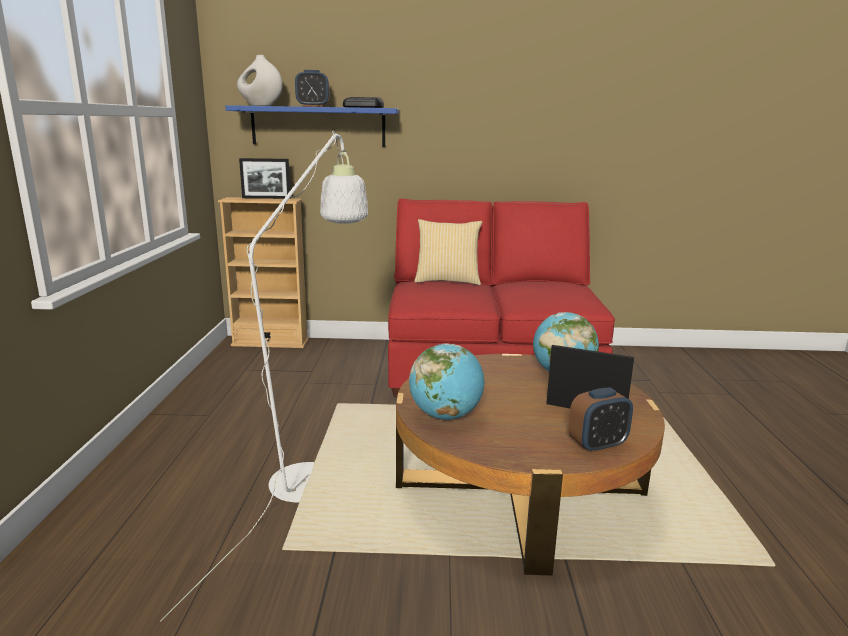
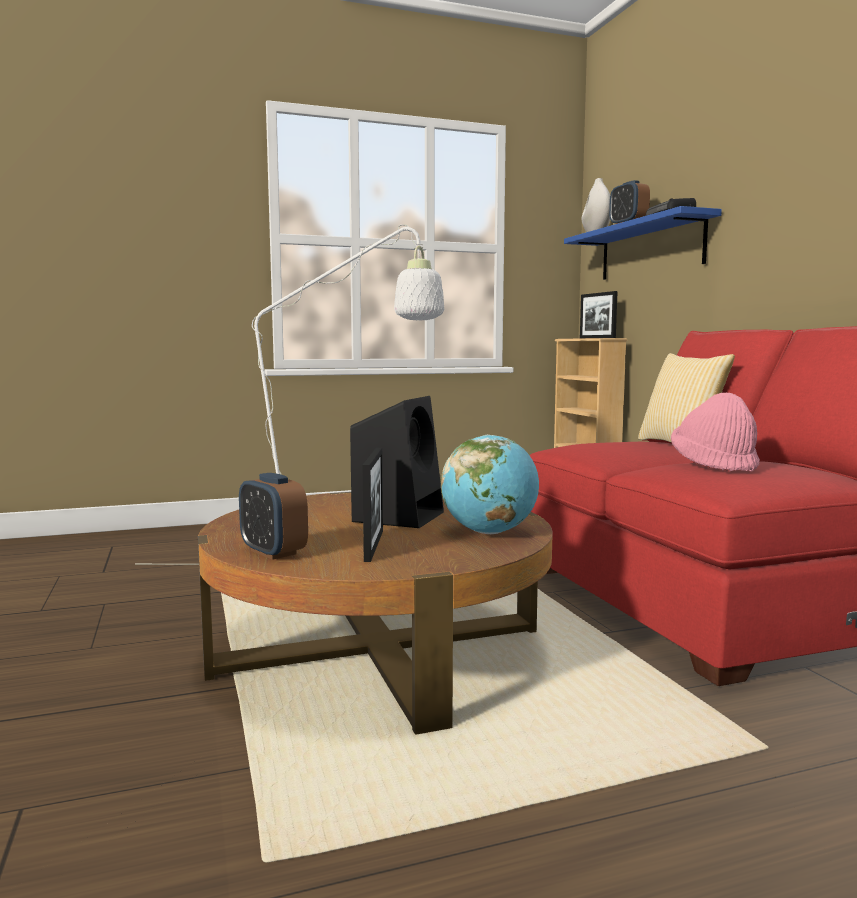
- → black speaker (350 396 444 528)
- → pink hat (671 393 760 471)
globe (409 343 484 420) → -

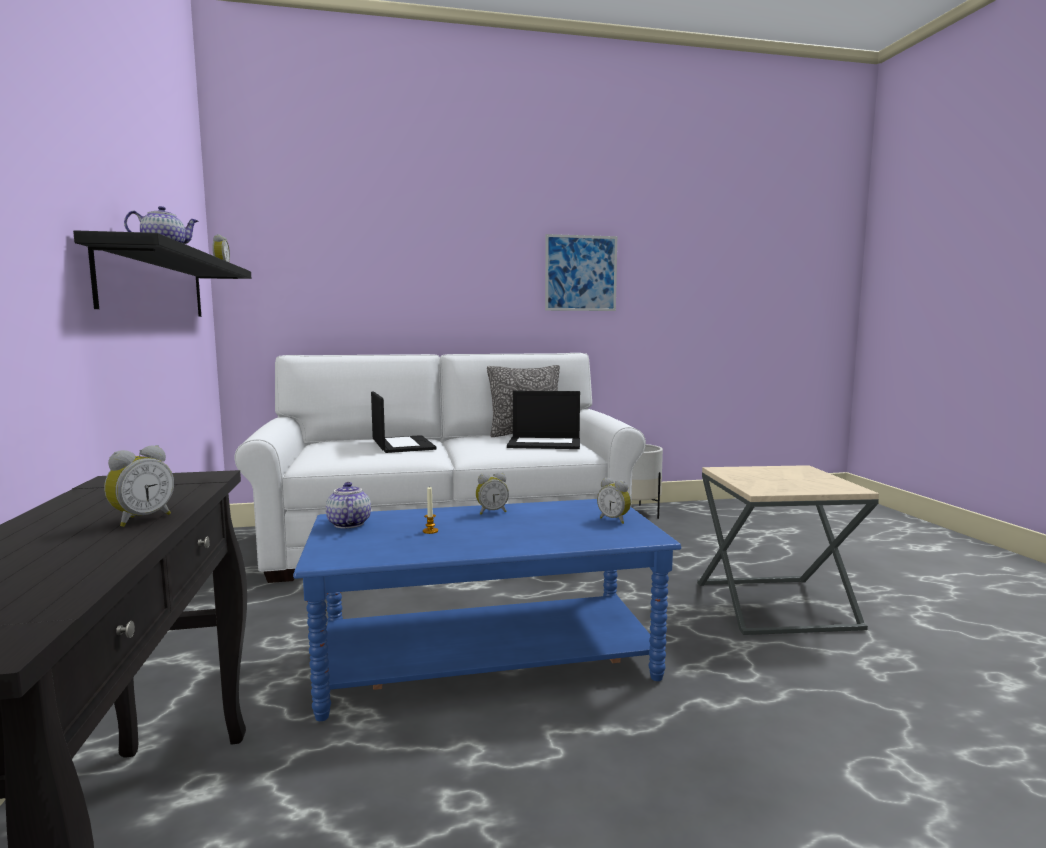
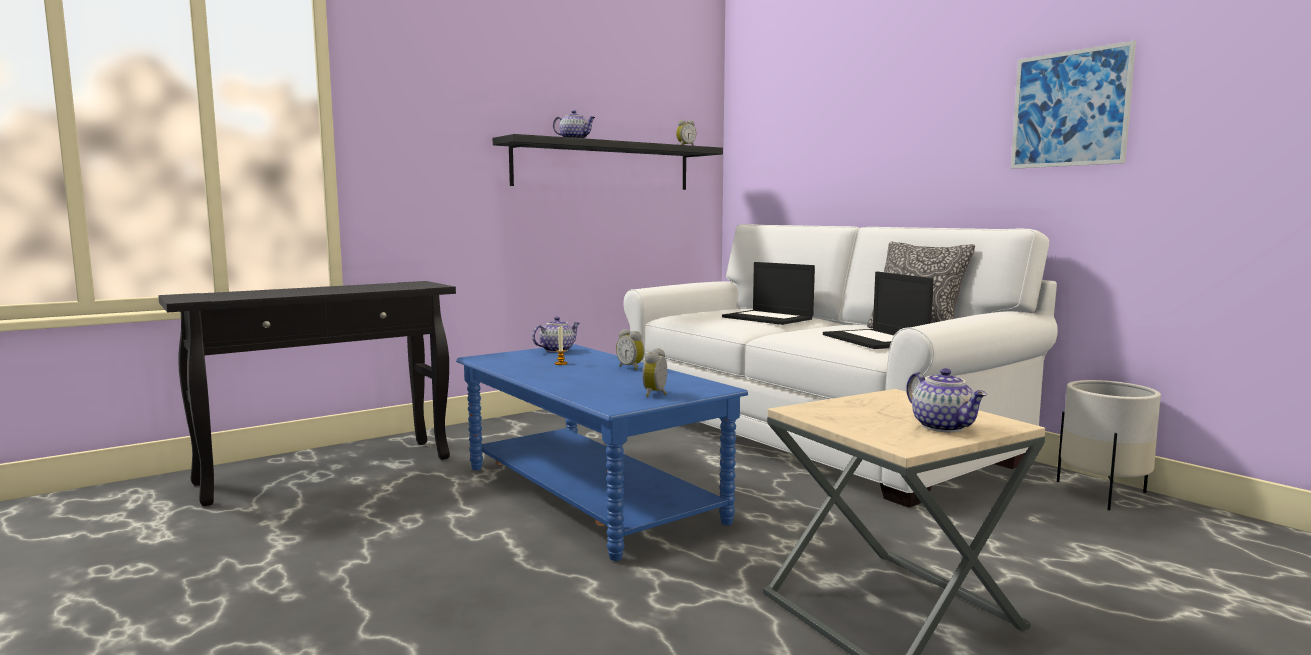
laptop (371 392 437 453) → laptop (722 262 815 325), 90 degrees clockwise
- → teapot (906 368 987 432)
alarm clock (104 445 174 527) → -

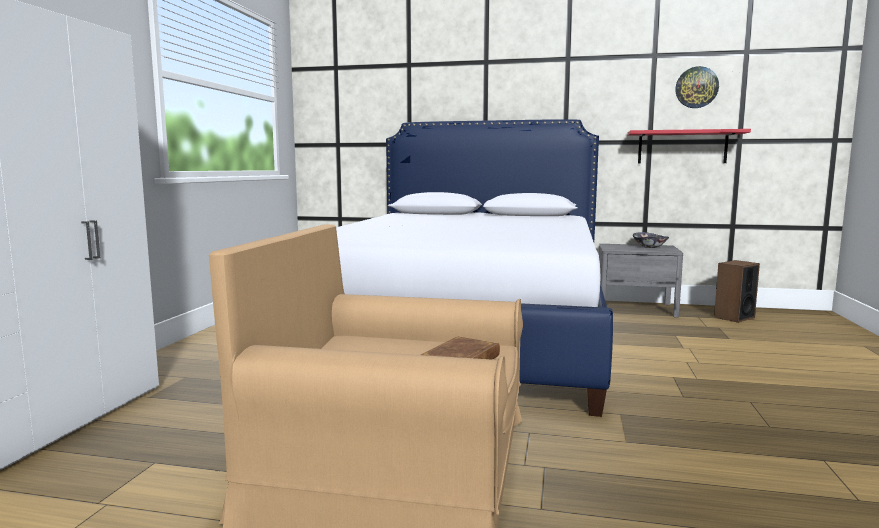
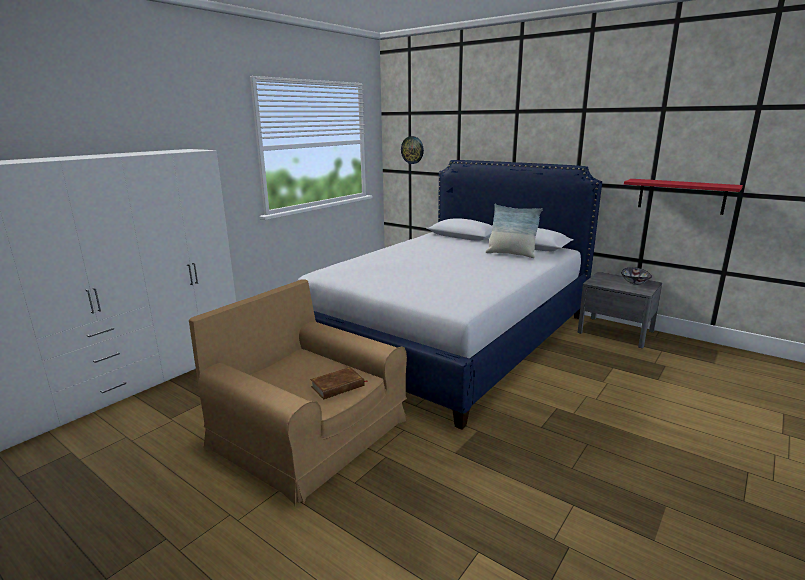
wall clock (675 66 719 108) → wall clock (401 136 424 164), moved
- → pillow (486 204 543 258)
speaker (714 260 760 323) → -

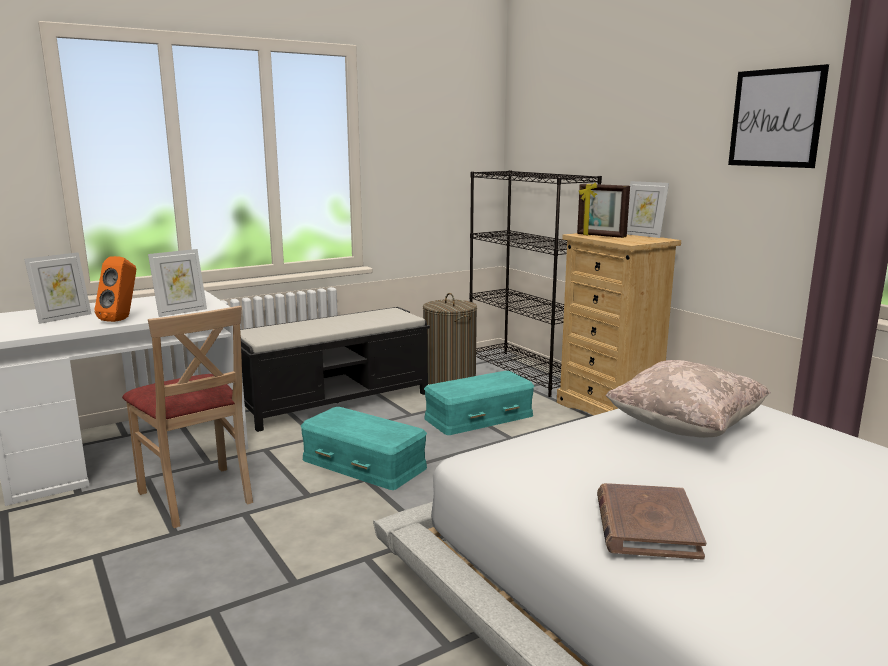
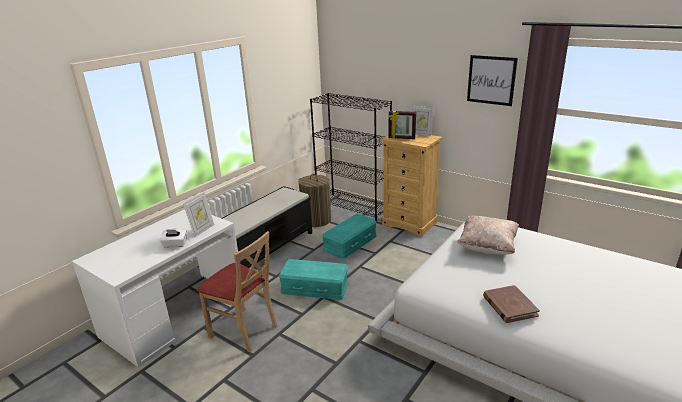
orange speaker (94 256 136 322) → white tissue box (160 229 187 248)
picture frame (24 252 91 324) → -

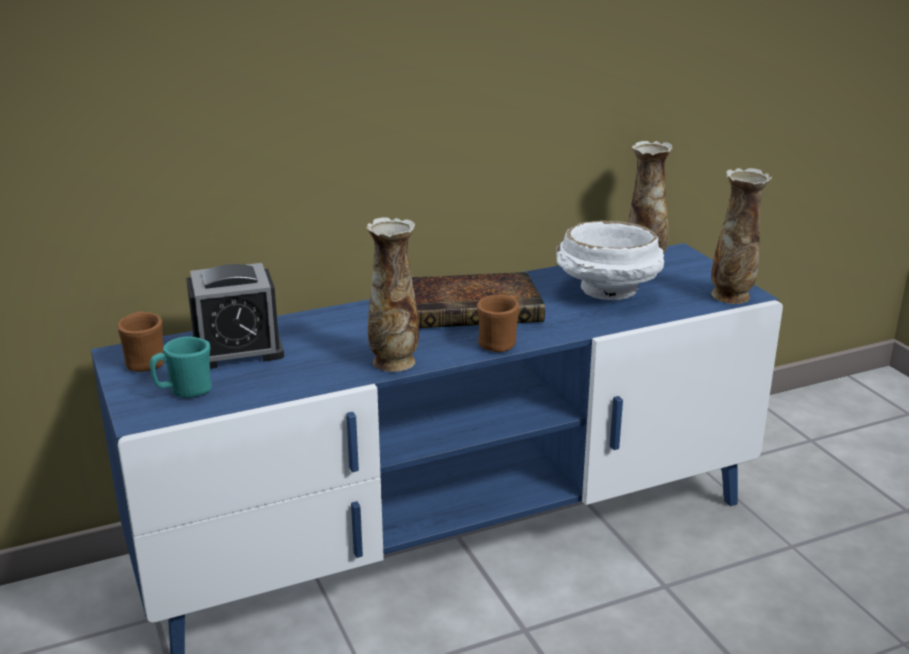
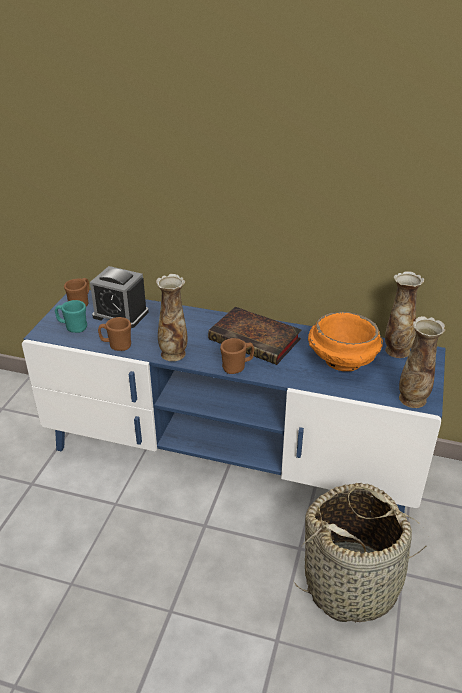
- → brown mug (98 317 131 351)
- → basket (294 483 429 622)
white bowl (556 220 664 300) → orange bowl (308 312 383 371)

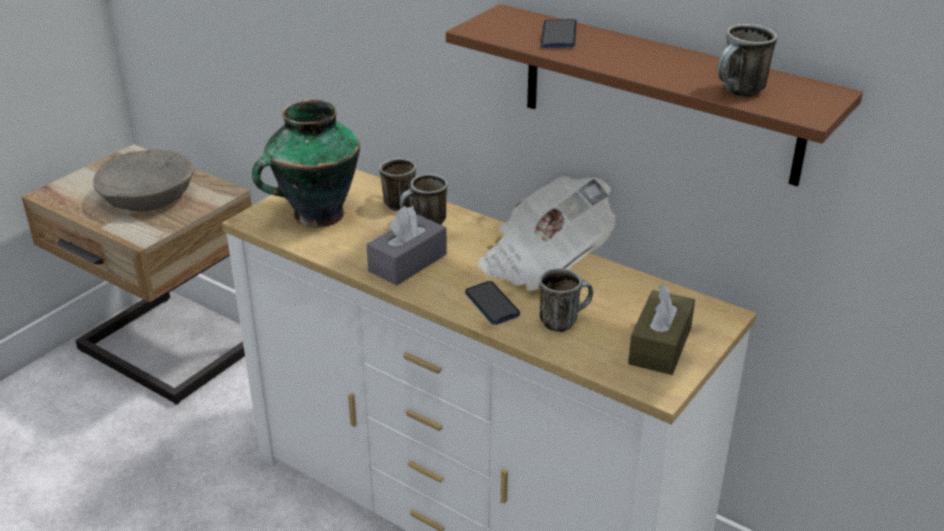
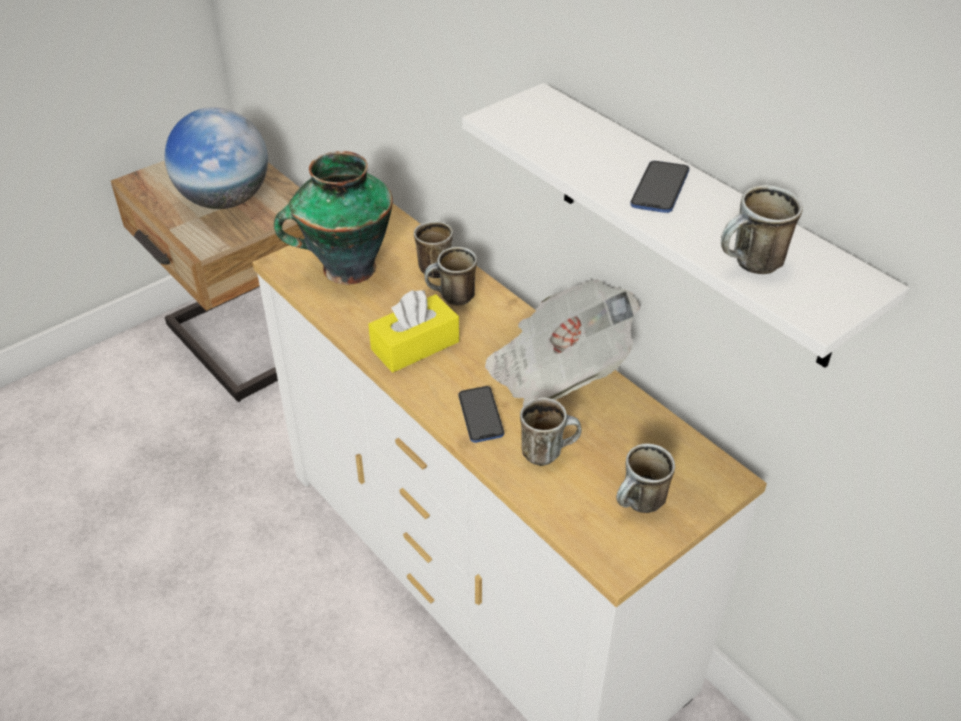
beige bowl (93 149 195 211) → globe (165 107 268 209)
grey tissue box (366 206 447 286) → yellow tissue box (368 290 459 373)
brown shelf (446 4 863 186) → white shelf (462 83 909 368)
brown tissue box (628 284 695 375) → mug (616 443 675 513)
phone (541 19 577 48) → phone (630 161 689 213), moved

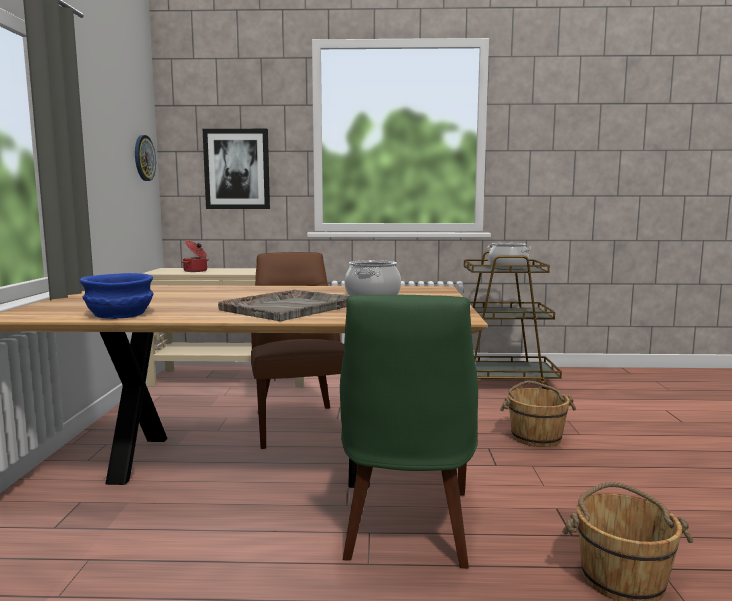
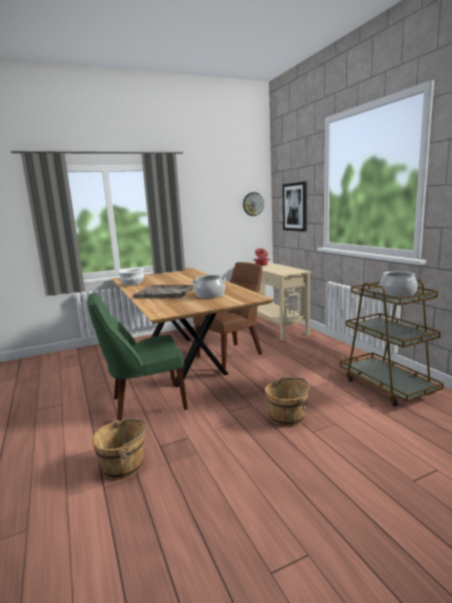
blue bowl (79 273 154 319) → white bowl (118 268 144 286)

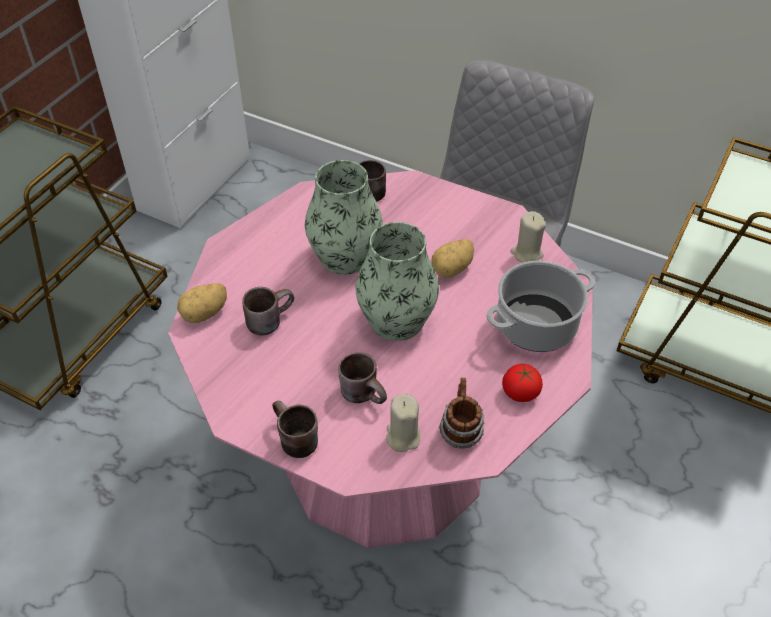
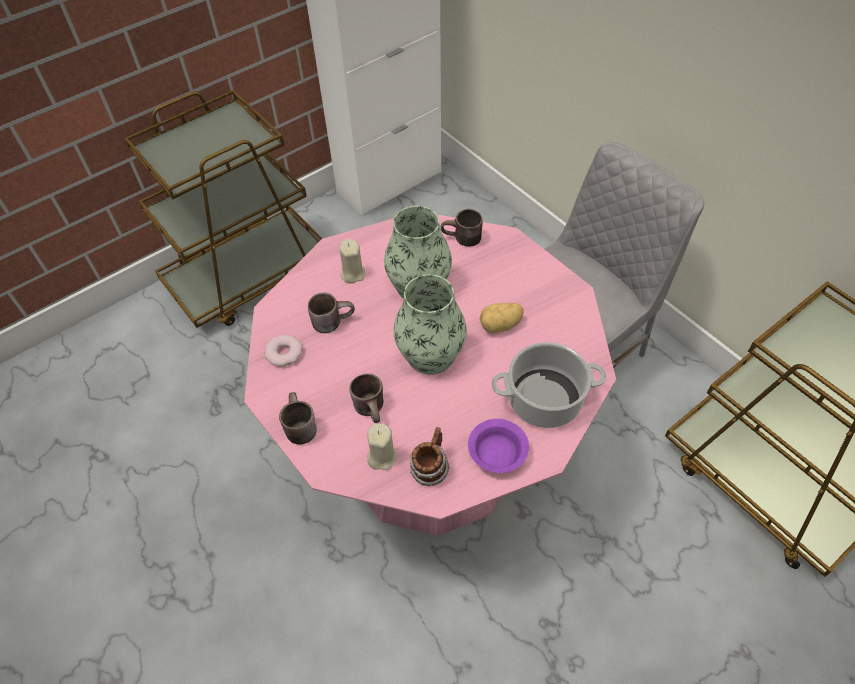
- → donut (264 335 303 367)
beige candle (510 211 546 263) → beige candle (339 239 365 284), moved
tomato (502 364 543 402) → purple bowl (468 419 529 473)
potato (177 283 227 323) → -

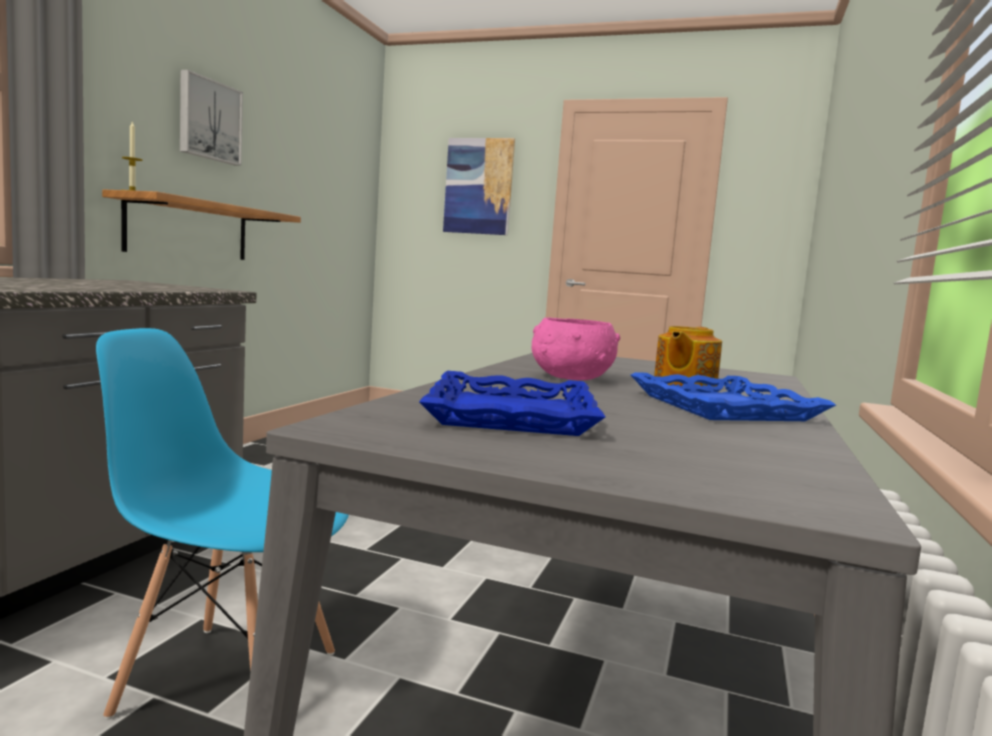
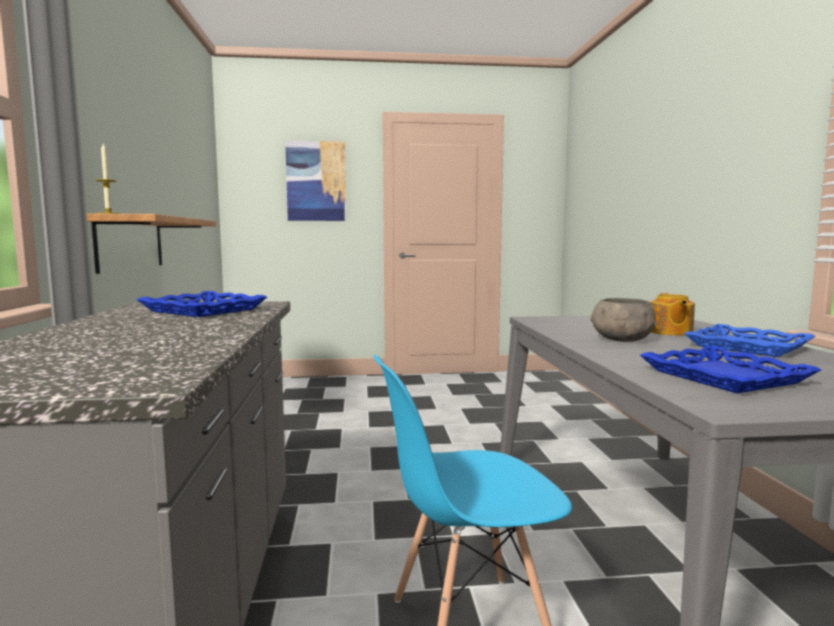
- → blue tray (137 291 267 317)
pink bowl (532 317 620 380) → grey bowl (590 298 657 342)
picture (180 70 243 166) → -

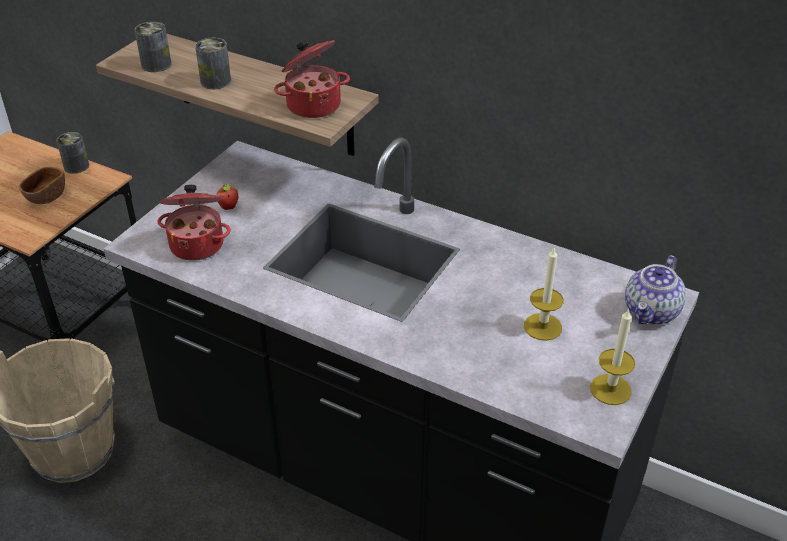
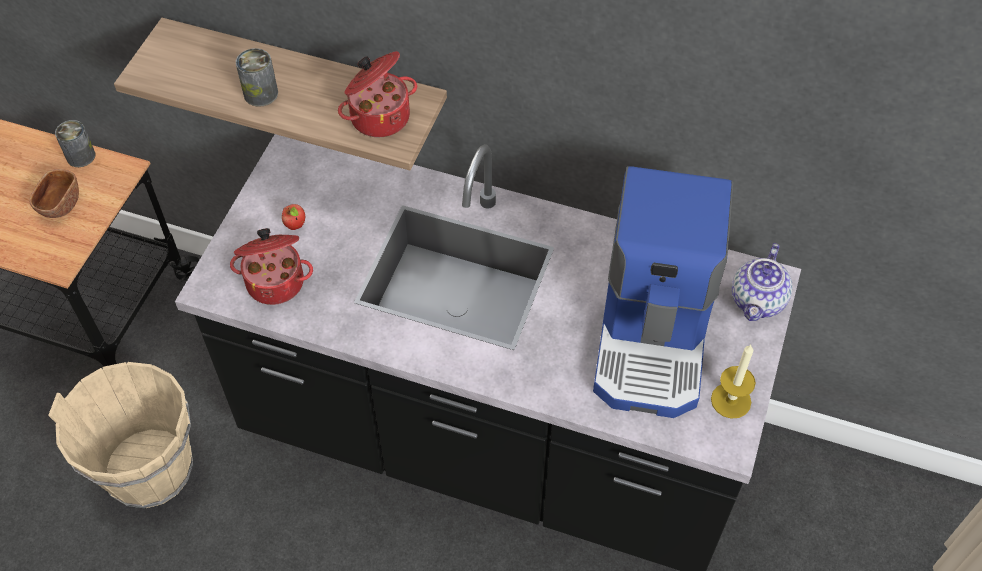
candle (524 248 564 341) → coffee machine (593 166 733 418)
can (135 22 171 72) → -

